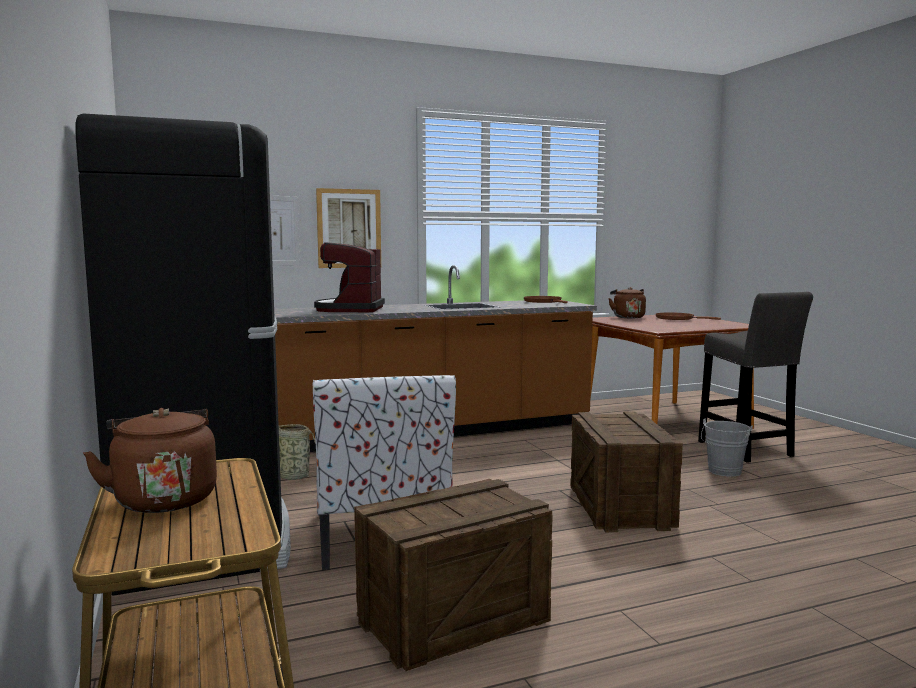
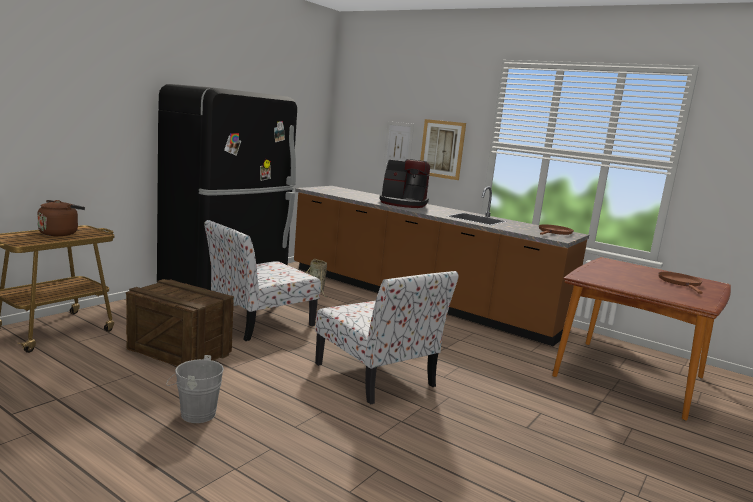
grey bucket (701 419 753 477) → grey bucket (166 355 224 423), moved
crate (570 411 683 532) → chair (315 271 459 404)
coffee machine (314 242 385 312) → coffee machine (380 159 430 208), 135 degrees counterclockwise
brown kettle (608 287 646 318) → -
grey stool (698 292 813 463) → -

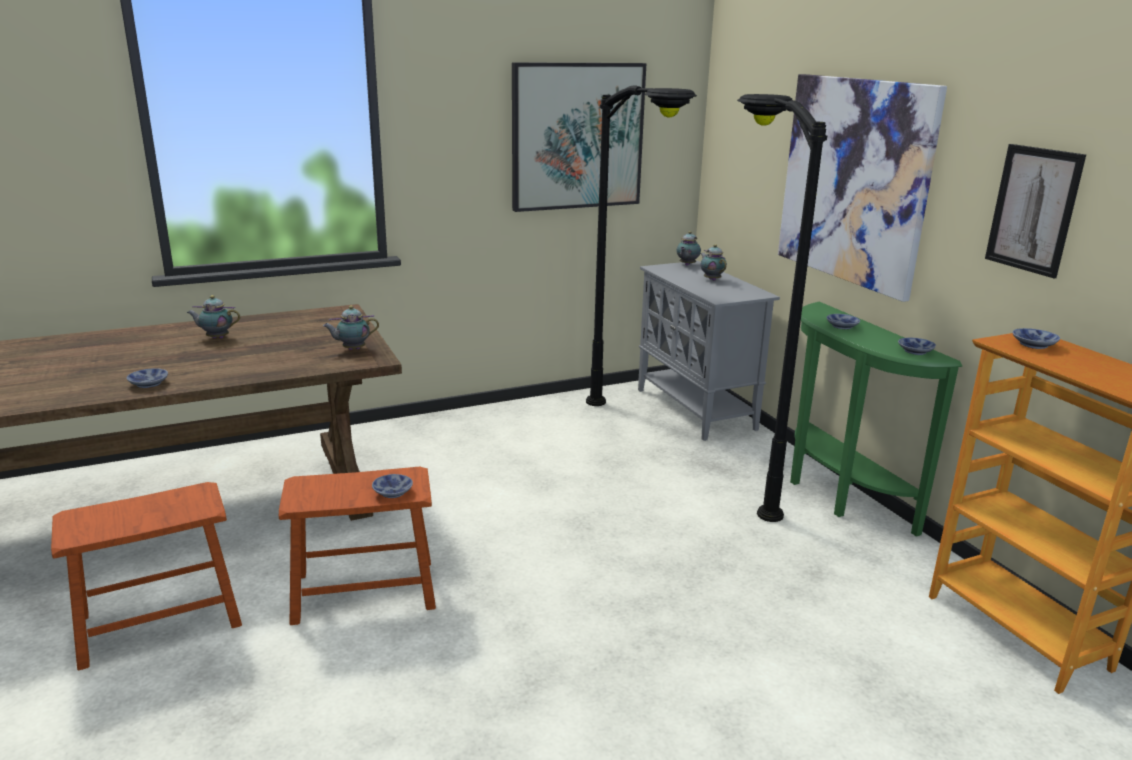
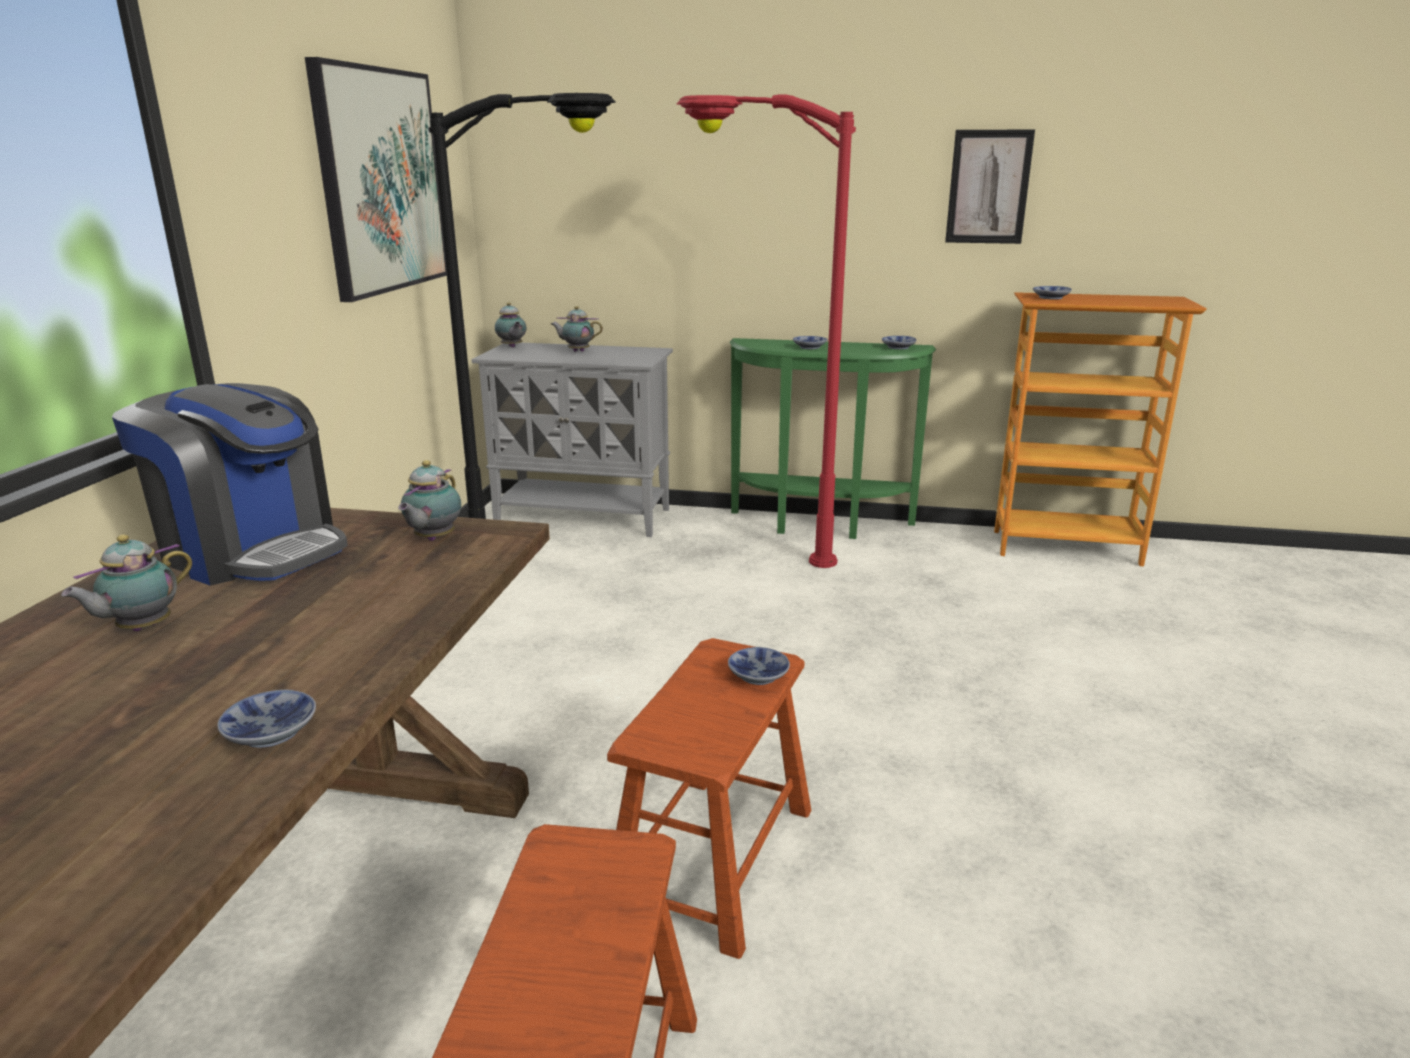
- → coffee machine (112 383 348 586)
black floor lamp (737 94 827 522) → red floor lamp (677 94 856 568)
picture (778 74 947 302) → -

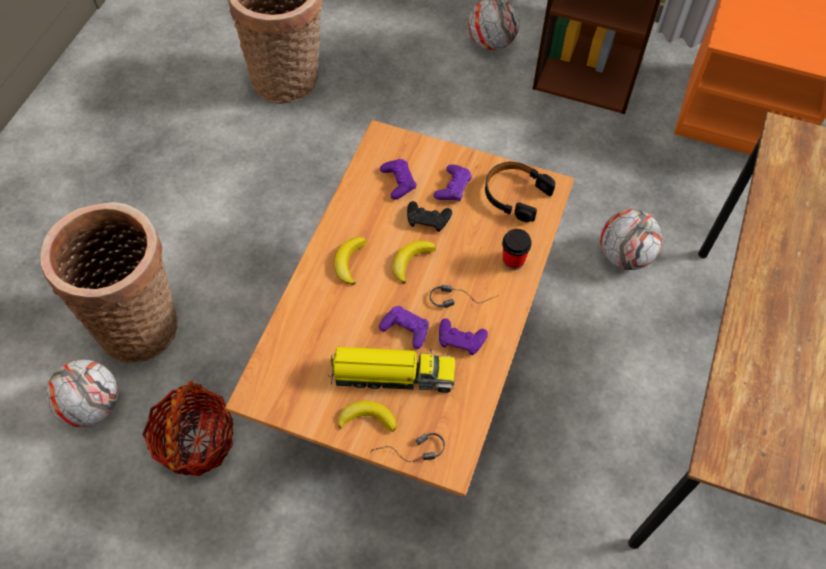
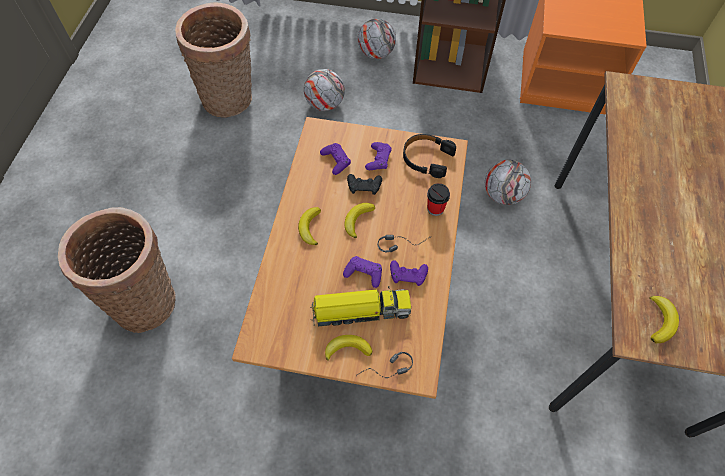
football (46 360 118 427) → football (304 69 345 111), moved
- → banana (649 296 679 343)
basket (142 381 234 476) → -

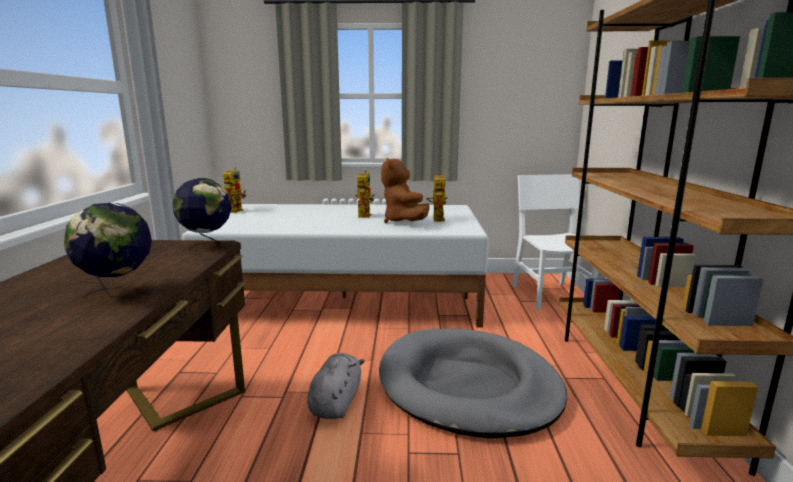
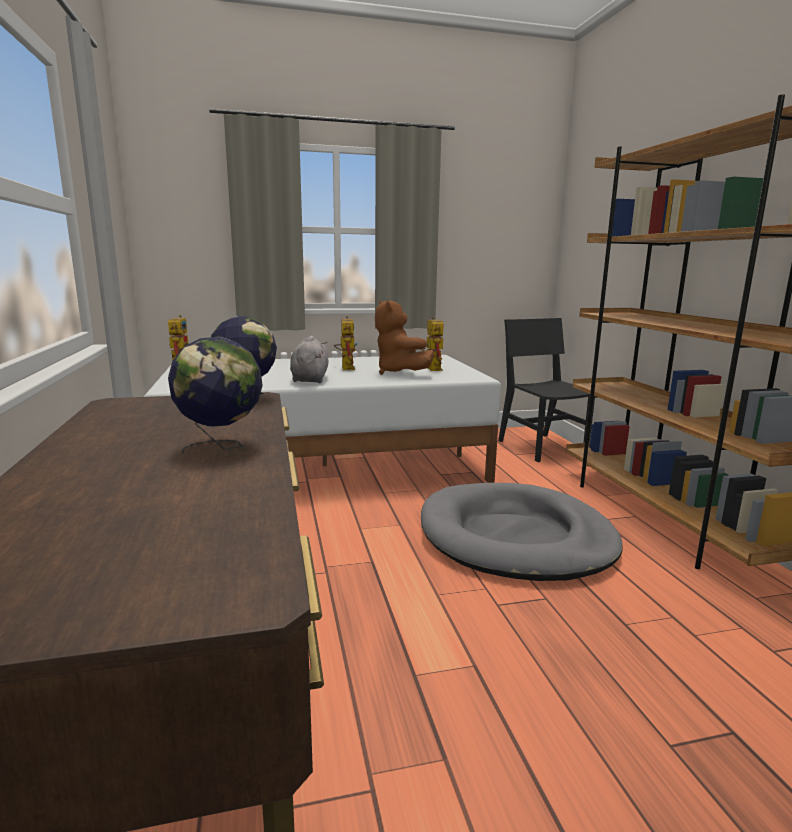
grey plush toy (307 353 365 419) → grey plush toy (290 335 328 383), moved
white chair (512 174 598 311) → black chair (498 318 595 462)

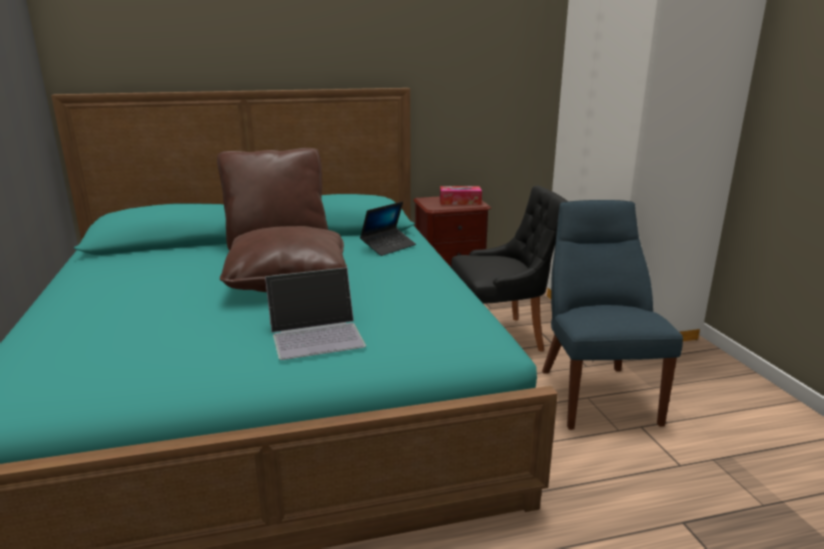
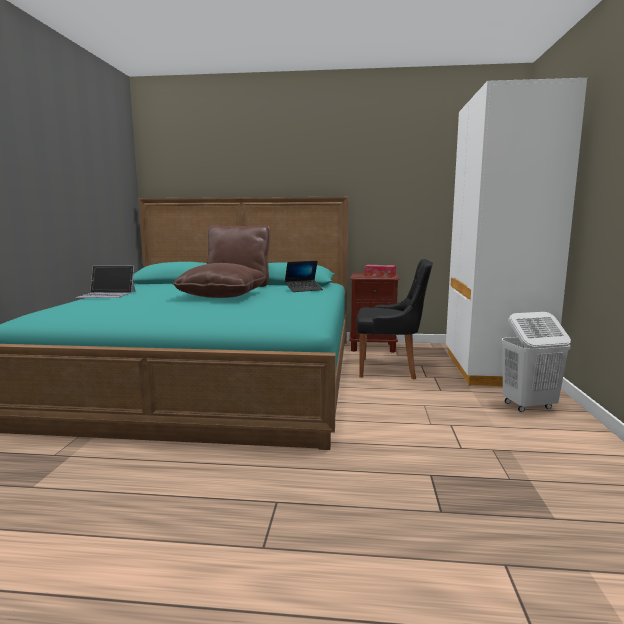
laptop (265 267 366 360) → laptop (75 265 136 298), moved
- → white laundry basket (502 312 571 412)
blue chair (542 200 683 430) → -

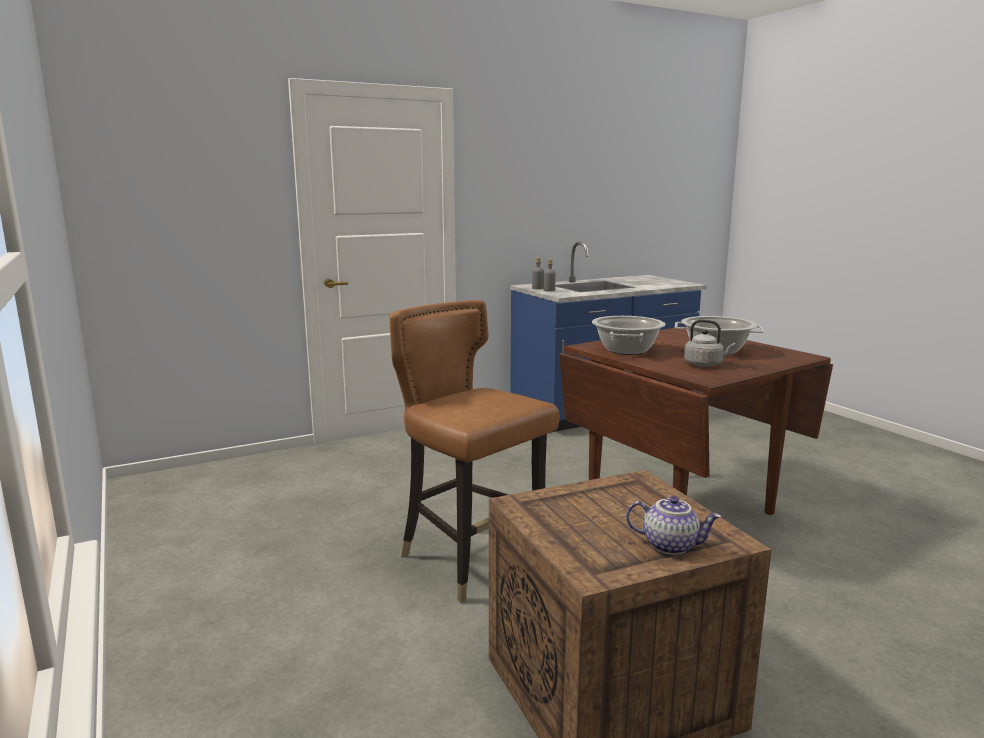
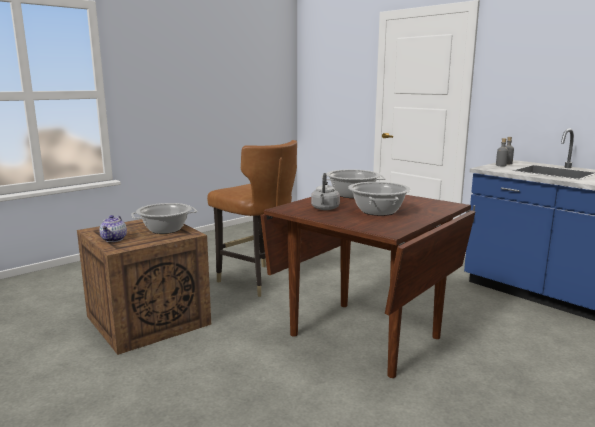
- → cooking pot (131 203 197 234)
brown chair (390 300 560 603) → brown chair (207 140 297 297), 105 degrees clockwise

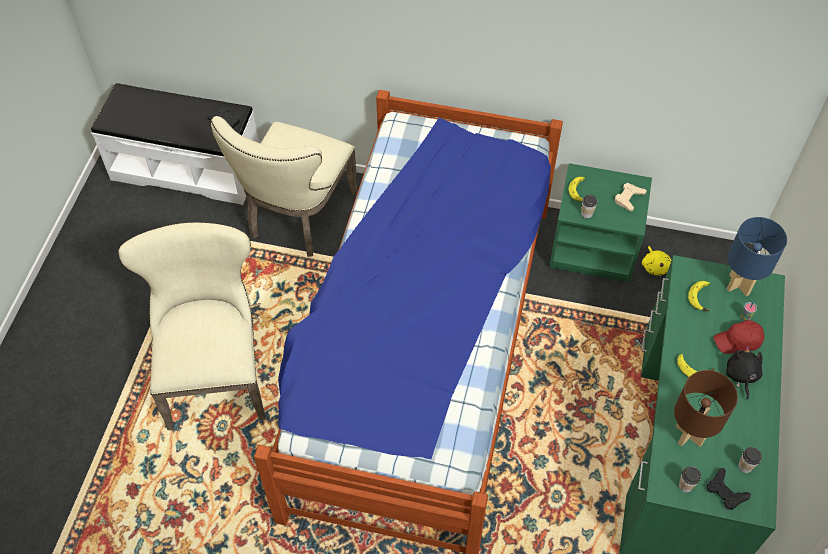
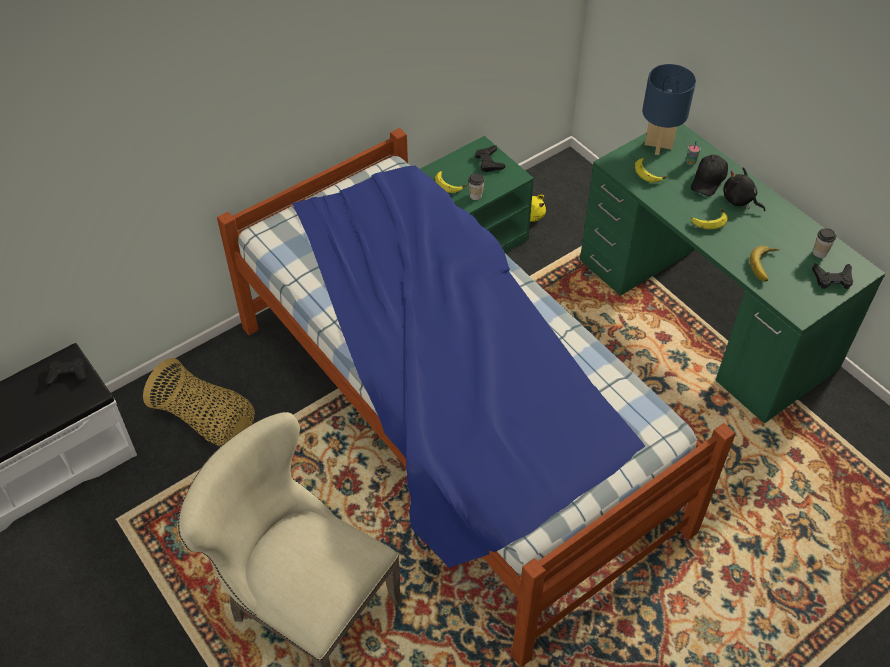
beige chair (211 116 358 257) → basket (143 358 255 447)
beige game controller (615 183 647 211) → black game controller (475 145 505 172)
red cap (714 320 764 354) → black cap (691 155 728 196)
brown table lamp (674 370 738 447) → banana (750 246 779 281)
cup (679 466 701 493) → -

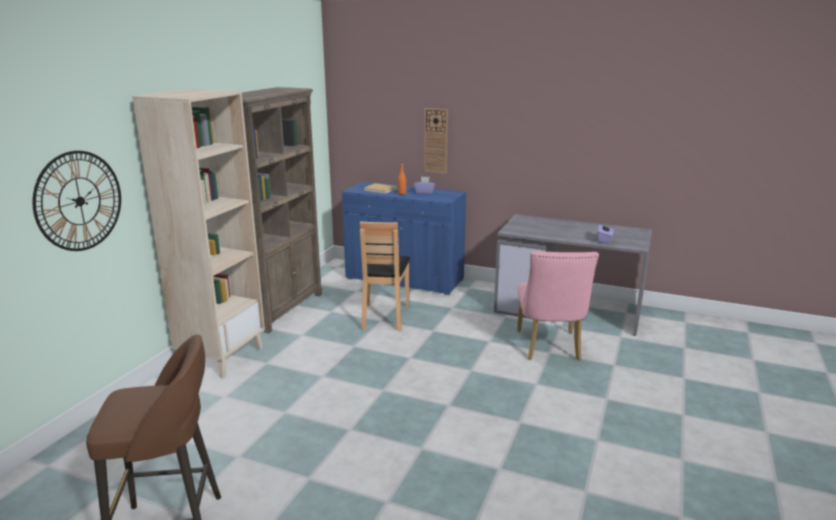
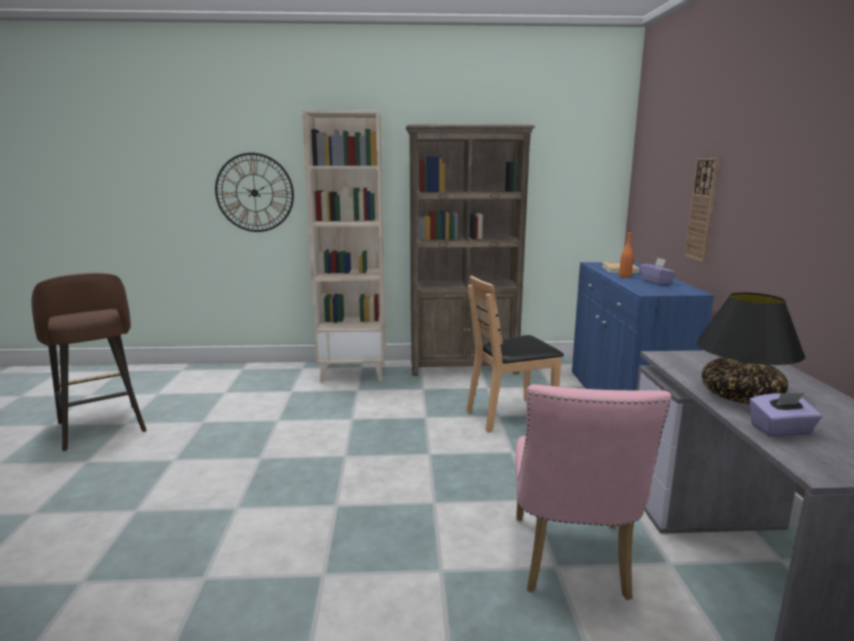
pink chair (517 251 599 360) → pink chair (515 384 672 600), 60 degrees counterclockwise
- → black table lamp (696 292 805 404)

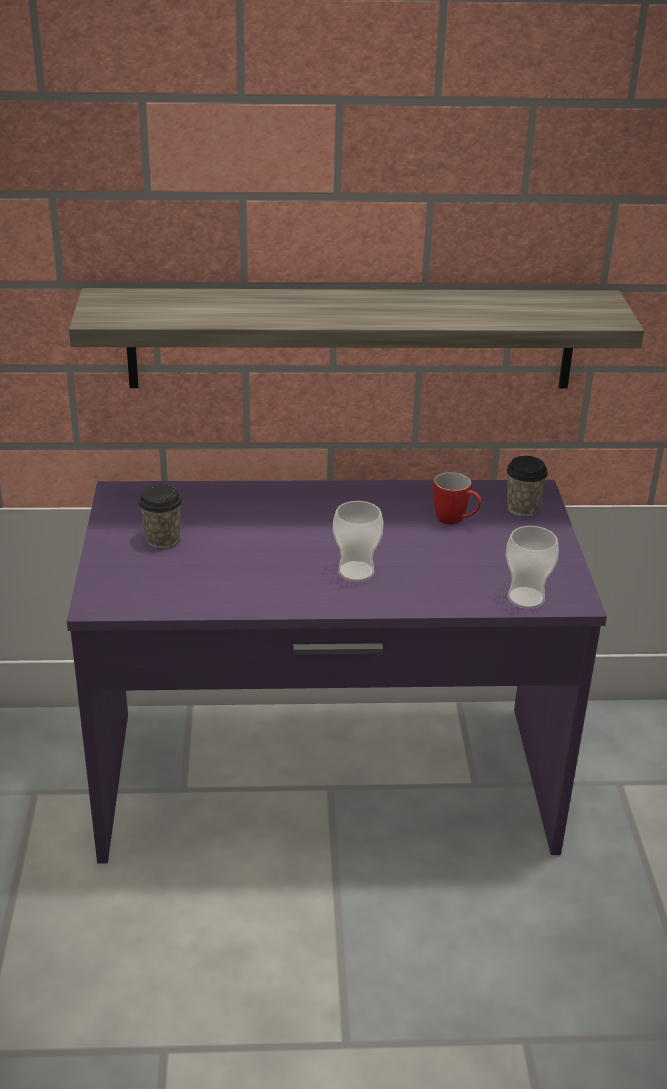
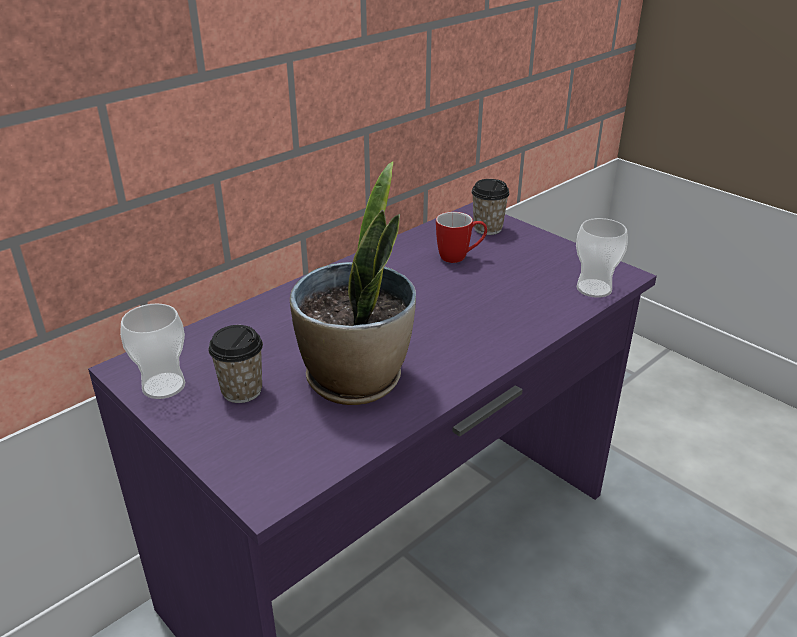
cup (333 501 384 582) → cup (120 303 185 399), moved
- → potted plant (290 161 416 405)
shelf (69 288 644 389) → -

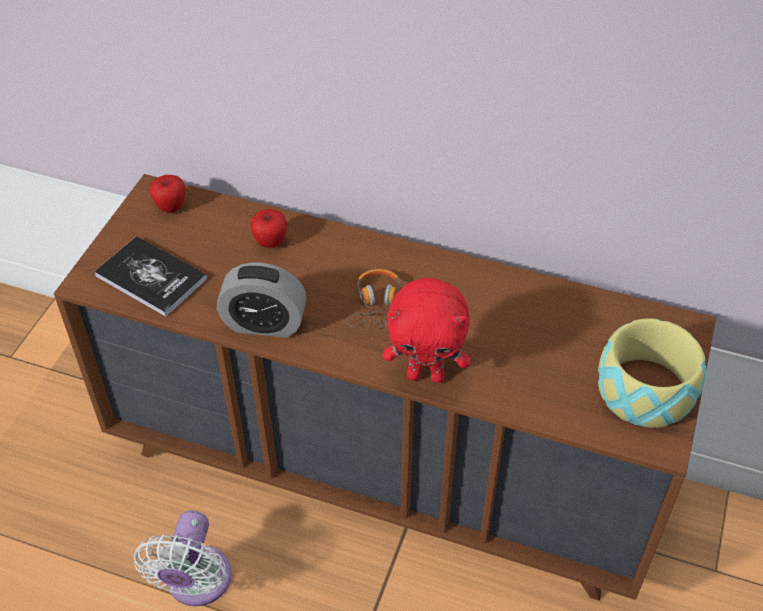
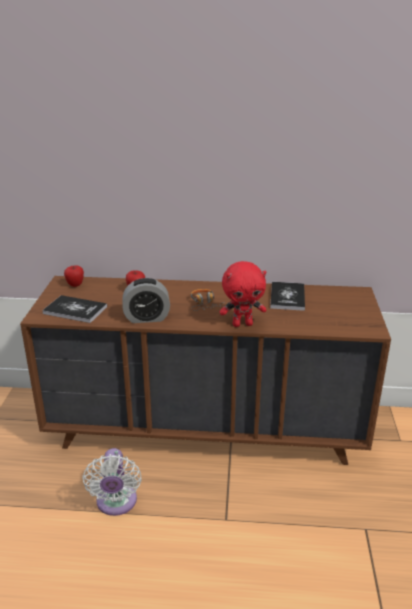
- → book (270 282 305 311)
bowl (598 318 706 428) → -

